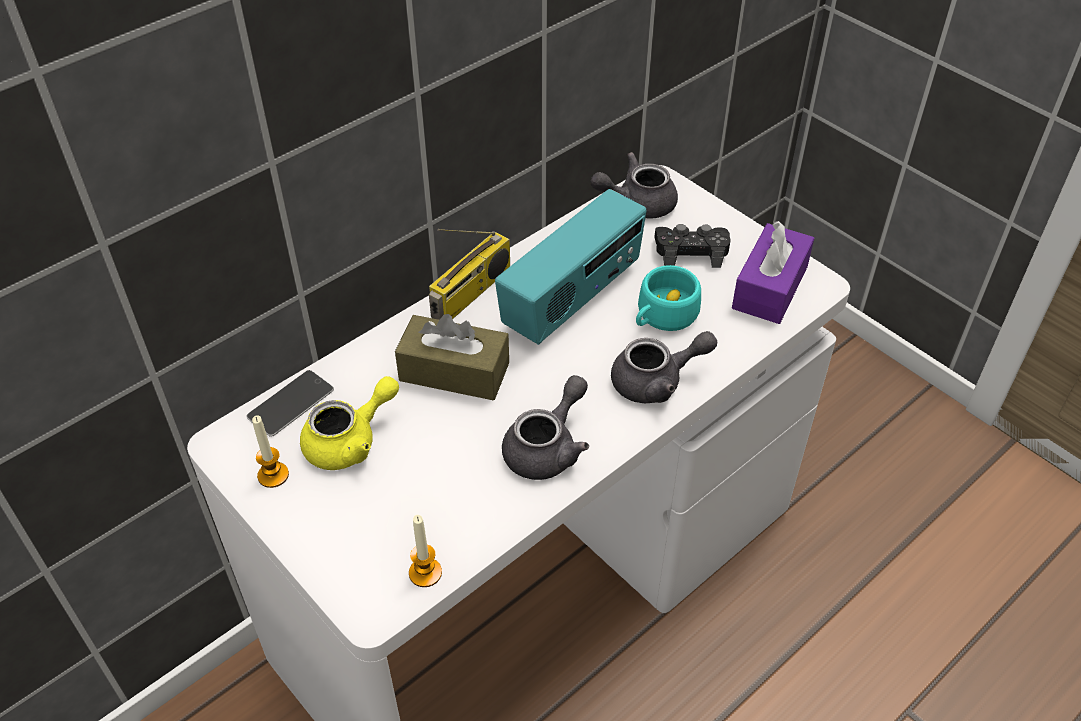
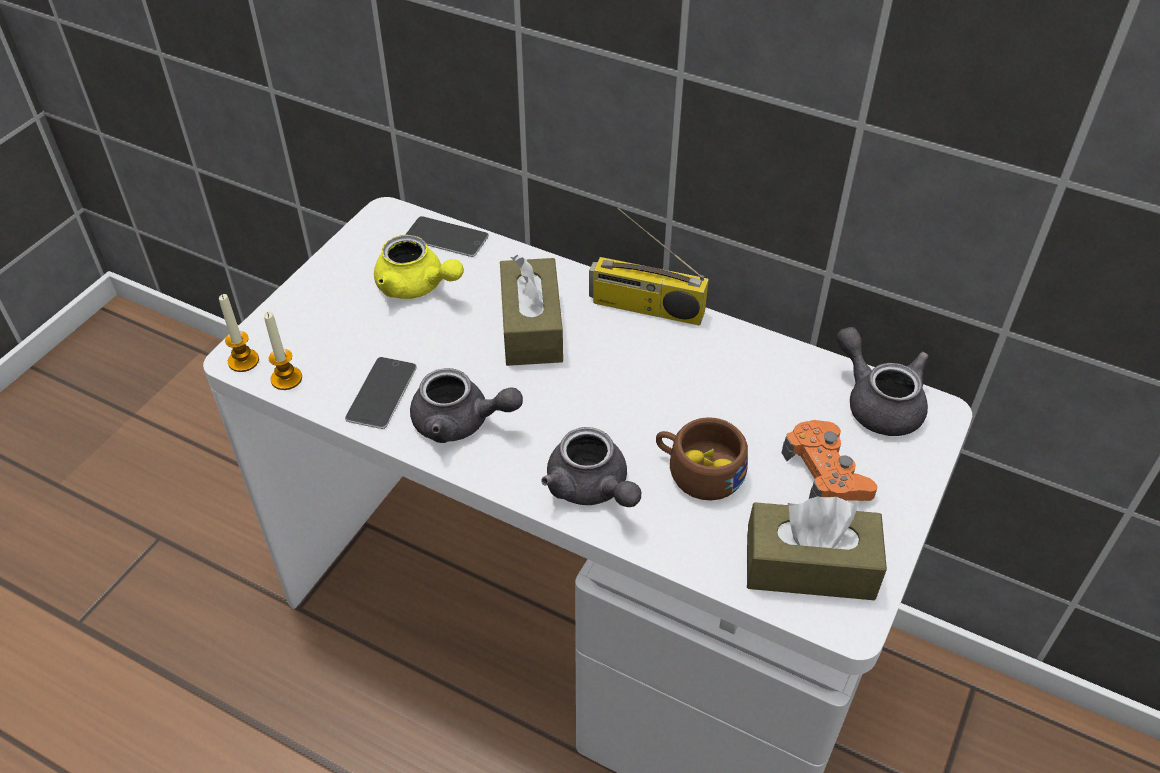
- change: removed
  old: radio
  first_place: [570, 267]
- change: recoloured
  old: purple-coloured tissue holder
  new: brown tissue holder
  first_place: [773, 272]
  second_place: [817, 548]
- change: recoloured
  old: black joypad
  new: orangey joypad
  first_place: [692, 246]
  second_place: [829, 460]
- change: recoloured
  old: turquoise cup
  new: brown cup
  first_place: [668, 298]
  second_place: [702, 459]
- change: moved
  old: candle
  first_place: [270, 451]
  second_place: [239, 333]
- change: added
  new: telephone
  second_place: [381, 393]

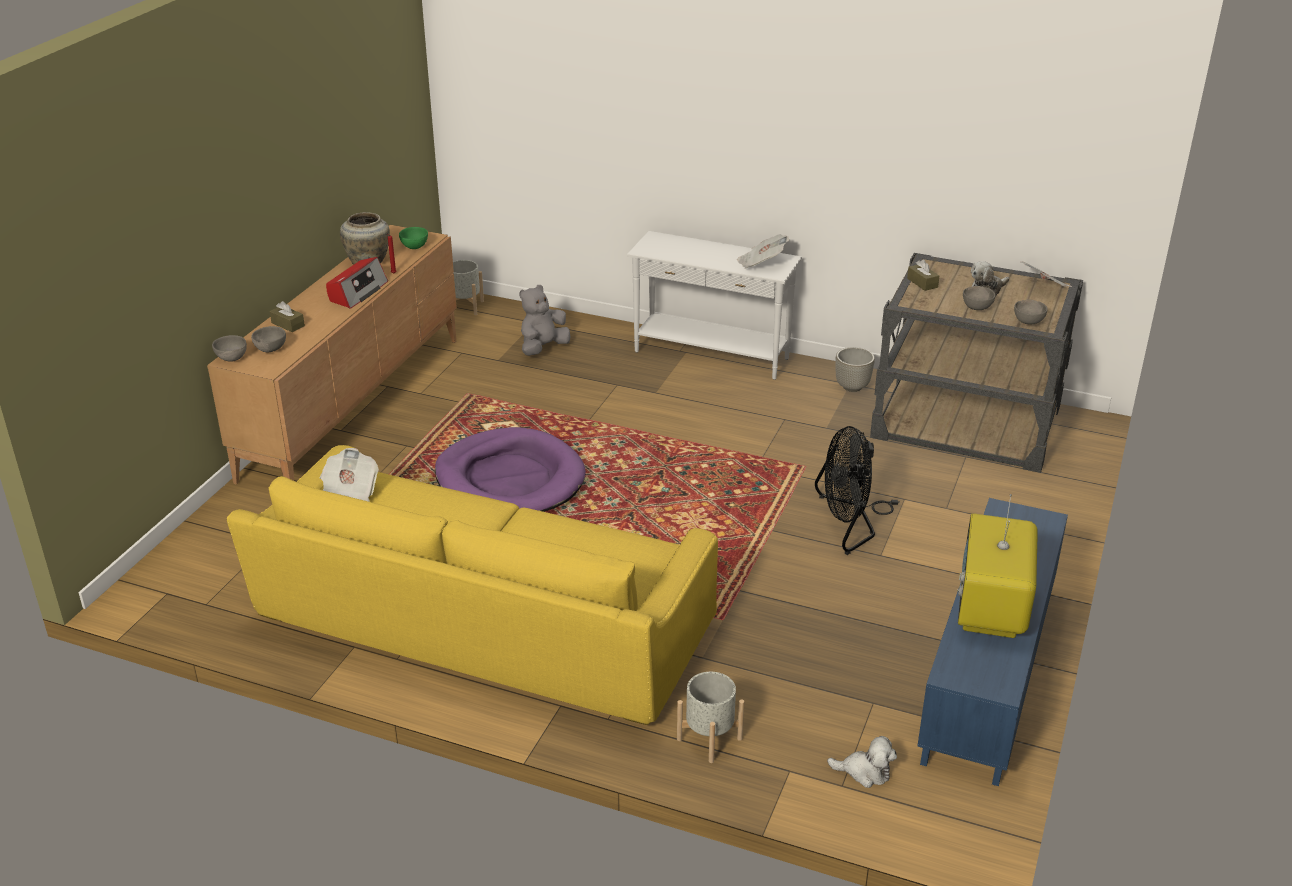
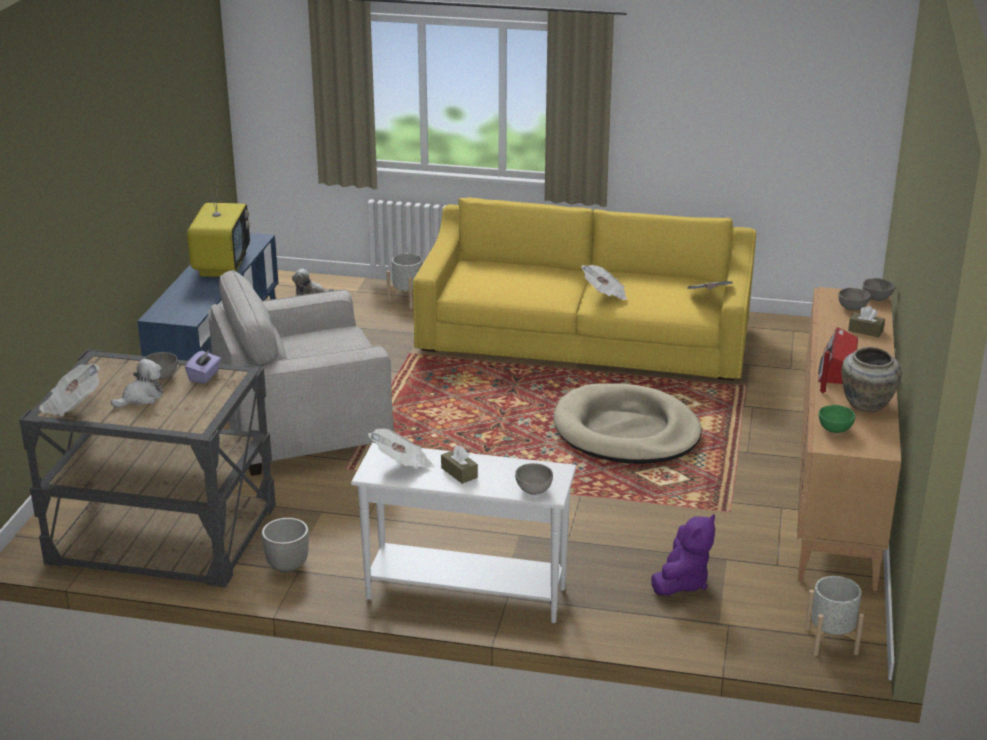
- change: moved
  old: brown tissue holder
  first_place: [923, 275]
  second_place: [459, 464]
- change: recoloured
  old: gray plush toy
  new: purple-coloured plush toy
  first_place: [545, 320]
  second_place: [683, 555]
- change: moved
  old: gray serving bowl
  first_place: [1031, 312]
  second_place: [534, 479]
- change: replaced
  old: black cooling fan
  new: gray armchair
  first_place: [857, 490]
  second_place: [301, 373]
- change: recoloured
  old: purple-coloured dog cushion
  new: beige dog cushion
  first_place: [510, 469]
  second_place: [628, 423]
- change: added
  new: printed paper
  second_place: [604, 282]
- change: added
  new: purple-coloured tissue holder
  second_place: [203, 367]

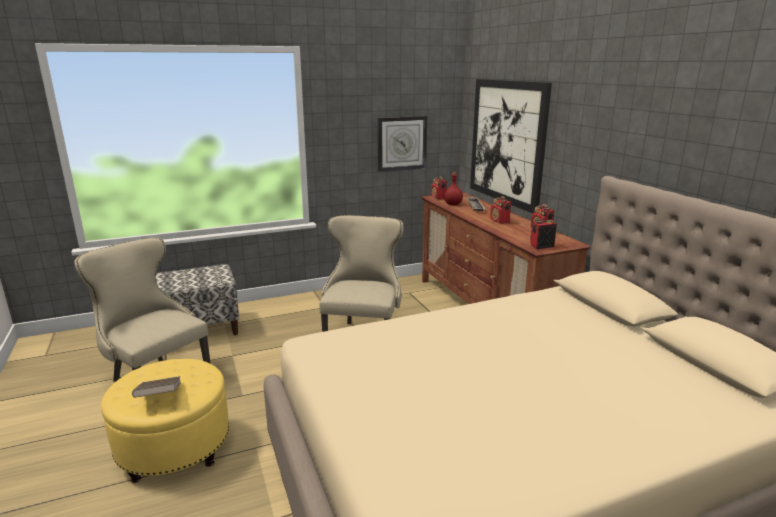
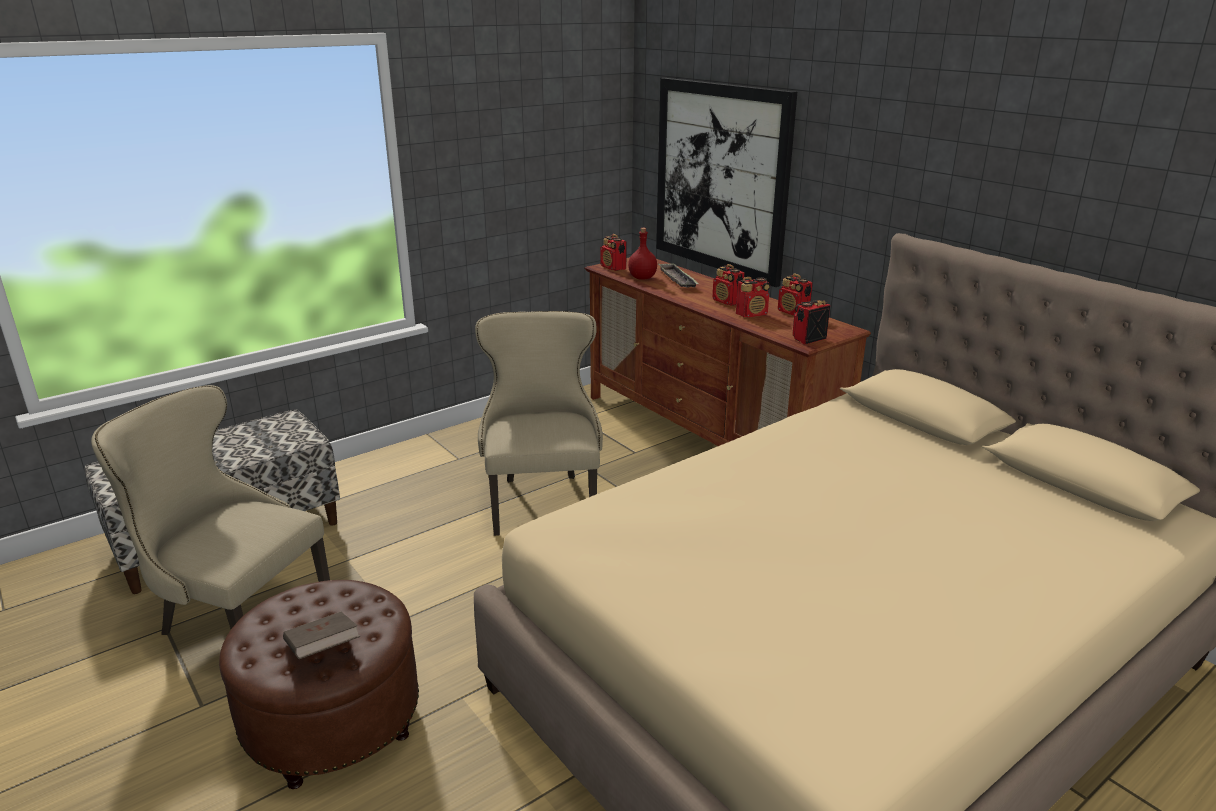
- change: removed
  old: wall clock
  first_place: [402, 144]
- change: recoloured
  old: yellowish pouffe
  new: brown pouffe
  first_place: [165, 421]
  second_place: [319, 684]
- change: added
  new: radio
  second_place: [753, 297]

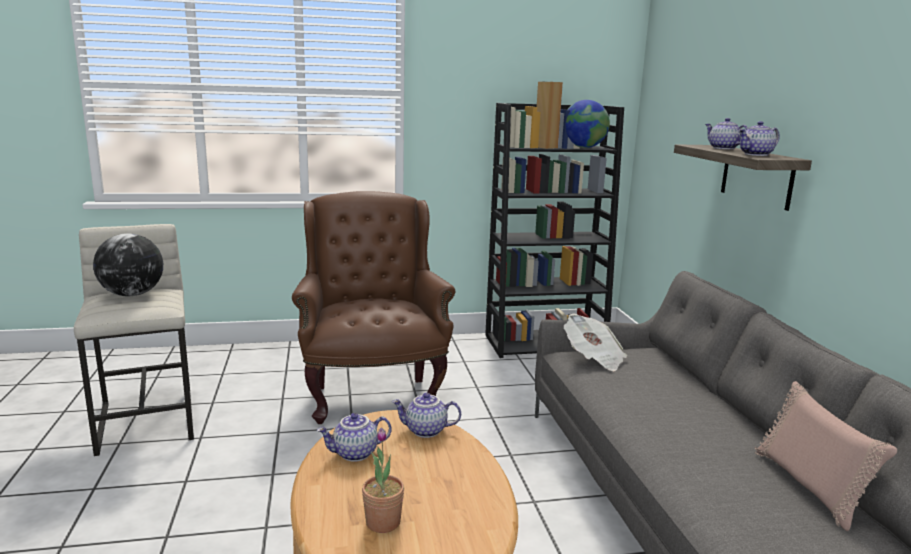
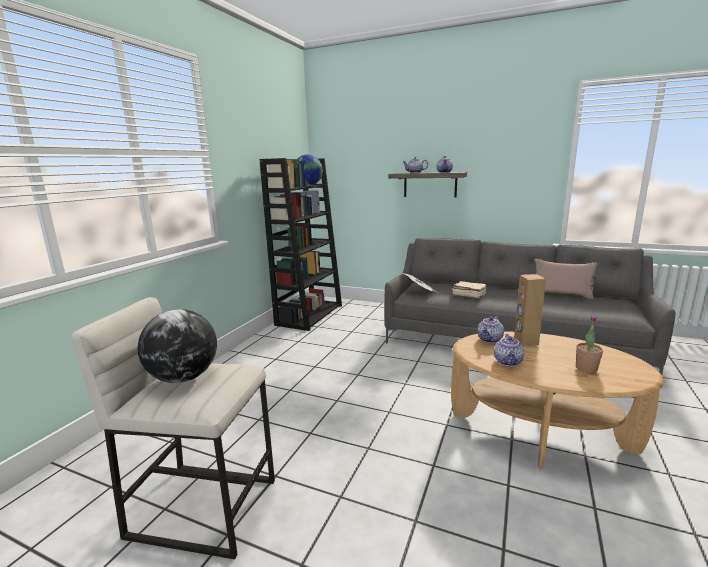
- change: moved
  old: brown speaker
  first_place: [550, 115]
  second_place: [530, 310]
- change: removed
  old: brown armchair
  first_place: [373, 307]
- change: added
  new: beige volume
  second_place: [470, 290]

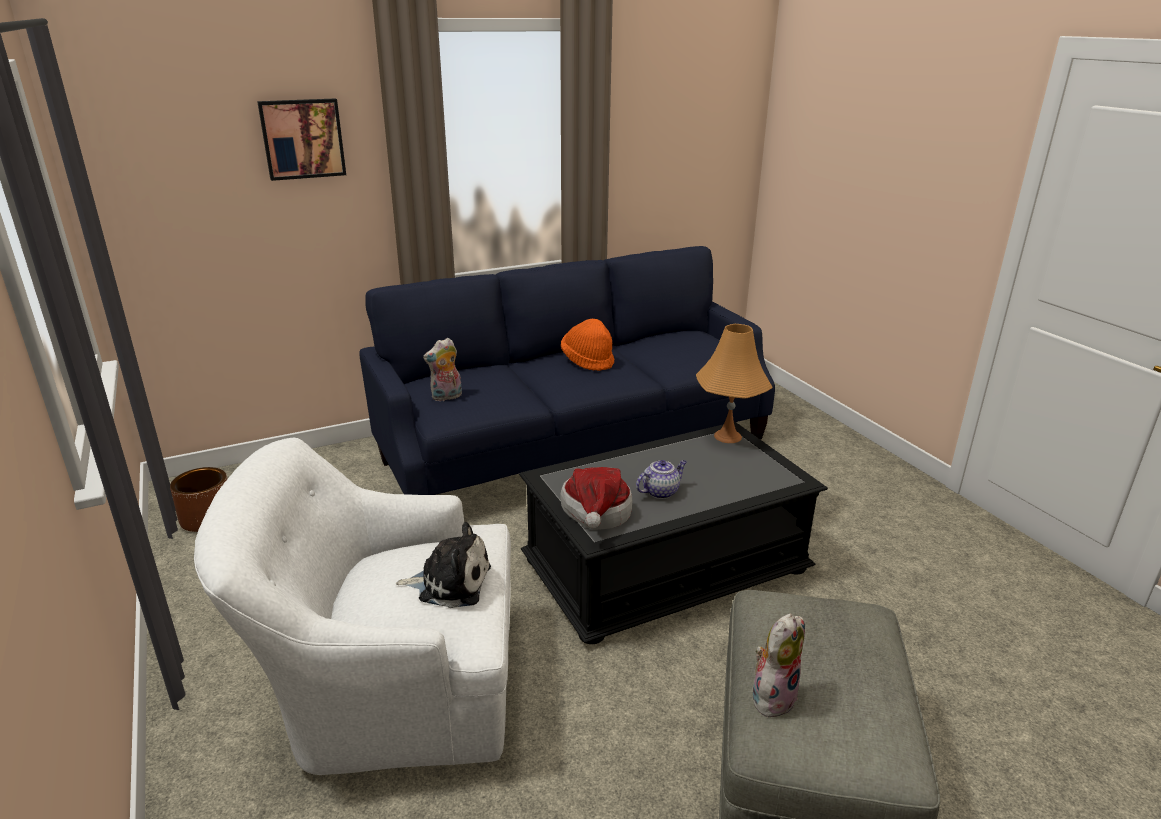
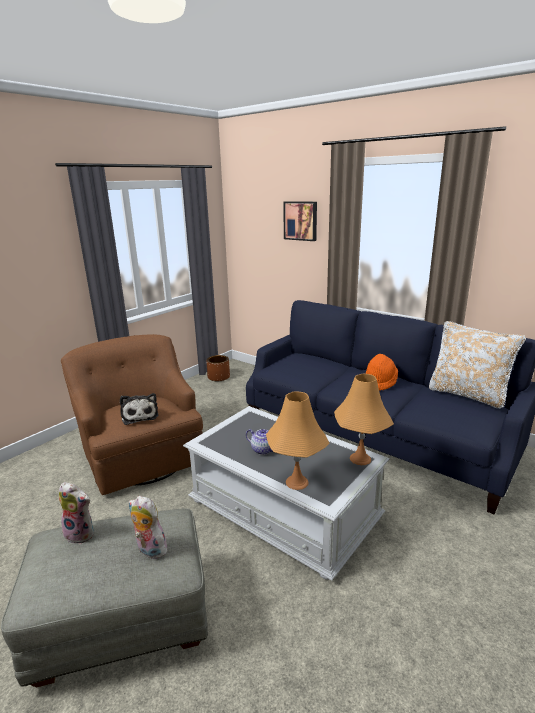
- change: moved
  old: plush toy
  first_place: [442, 370]
  second_place: [148, 527]
- change: recoloured
  old: black low table
  new: whitish low table
  first_place: [673, 533]
  second_place: [286, 493]
- change: recoloured
  old: whitish armchair
  new: brown armchair
  first_place: [352, 606]
  second_place: [132, 414]
- change: removed
  old: wearable hat
  first_place: [596, 498]
- change: added
  new: whitish throw pillow
  second_place: [477, 365]
- change: added
  new: orangey tabletop lamp
  second_place: [298, 440]

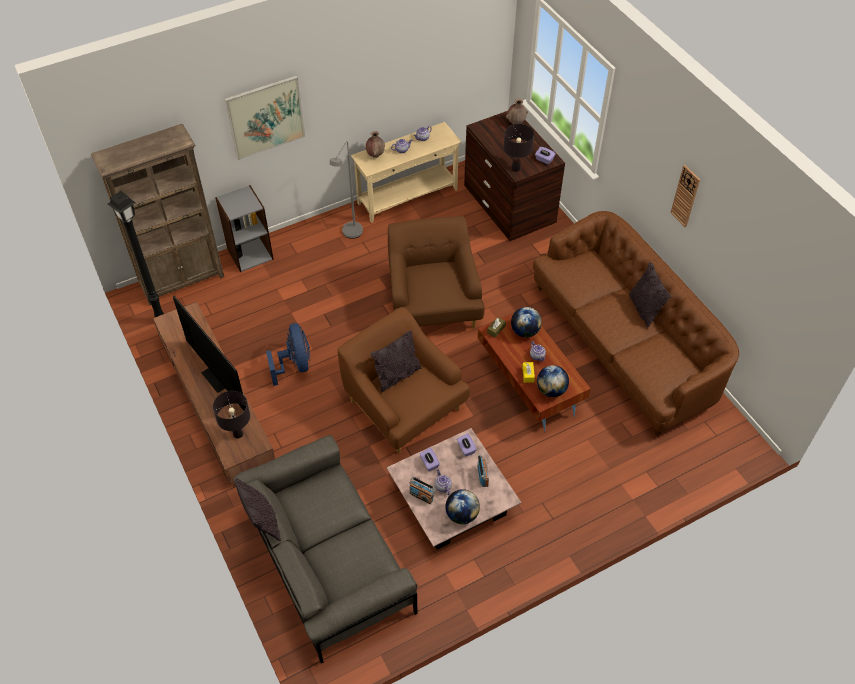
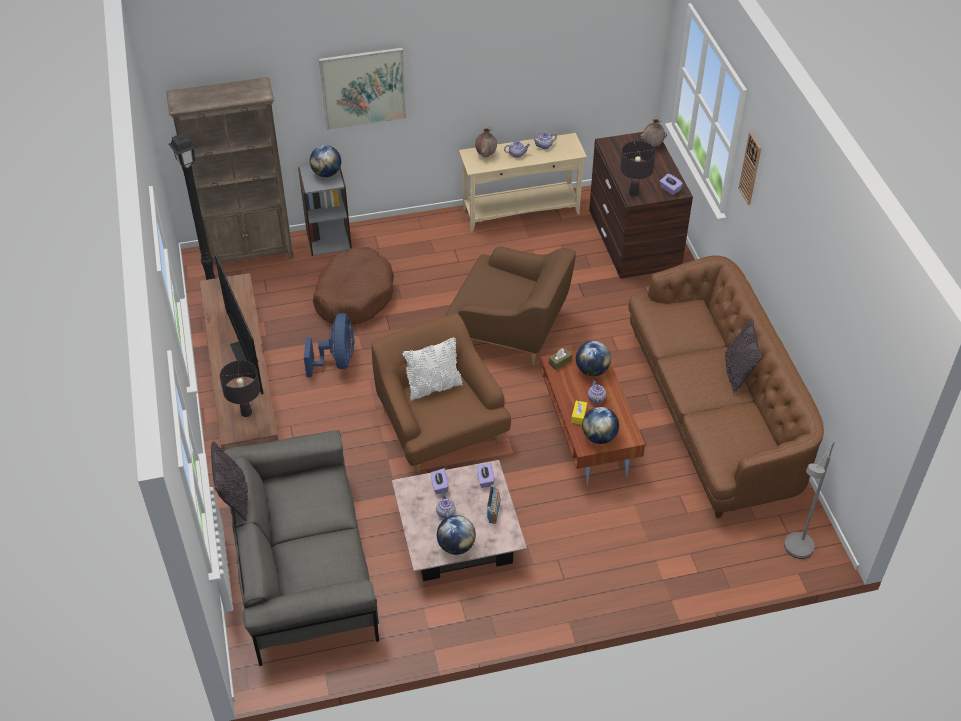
- change: moved
  old: gray floor lamp
  first_place: [346, 190]
  second_place: [809, 500]
- change: moved
  old: wall clock
  first_place: [685, 196]
  second_place: [749, 168]
- change: turned
  old: brown armchair
  first_place: [436, 272]
  second_place: [510, 306]
  degrees: 105
- change: recoloured
  old: black throw pillow
  new: whitish throw pillow
  first_place: [396, 361]
  second_place: [432, 369]
- change: removed
  old: radio
  first_place: [422, 490]
- change: added
  new: globe
  second_place: [325, 161]
- change: added
  new: brown dog cushion
  second_place: [353, 285]

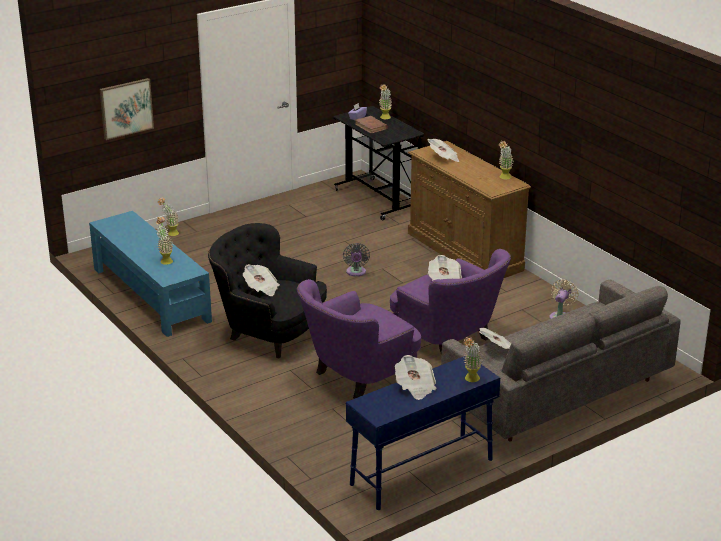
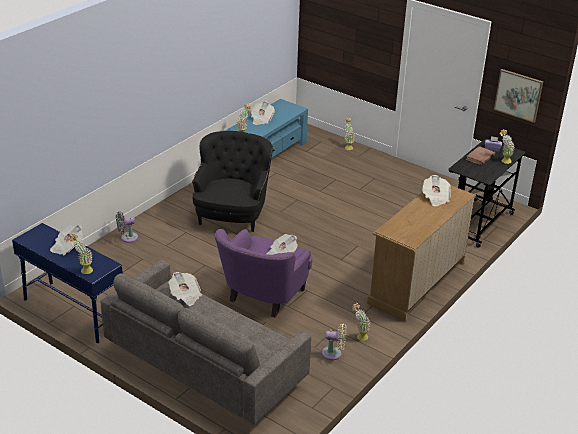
- change: moved
  old: picture
  first_place: [127, 109]
  second_place: [518, 96]
- change: moved
  old: houseplant
  first_place: [505, 159]
  second_place: [361, 322]
- change: moved
  old: gray cooling fan
  first_place: [356, 259]
  second_place: [127, 227]
- change: moved
  old: printed paper
  first_place: [261, 280]
  second_place: [263, 113]
- change: removed
  old: purple-coloured armchair
  first_place: [359, 339]

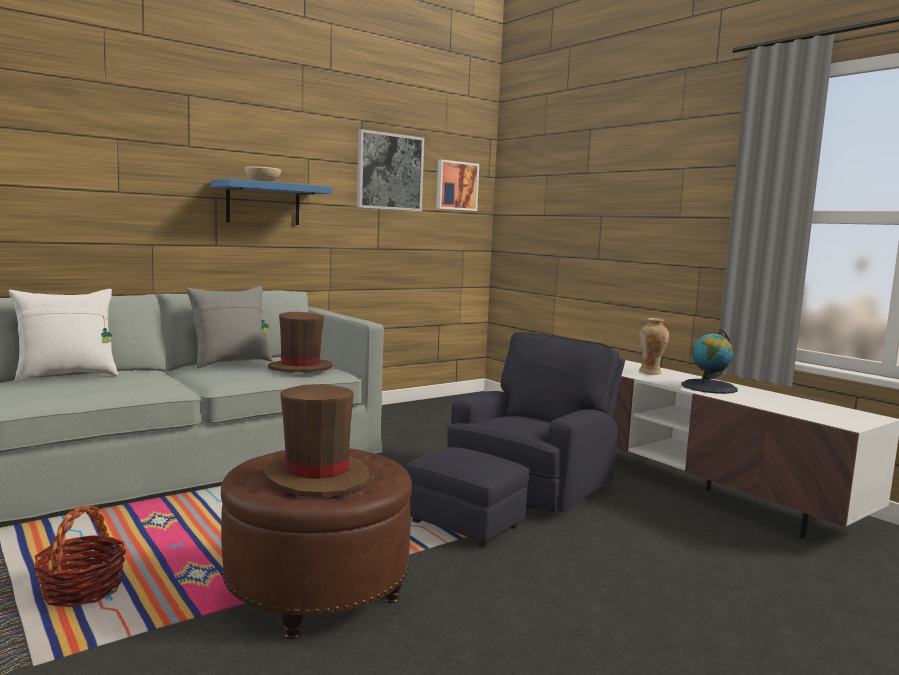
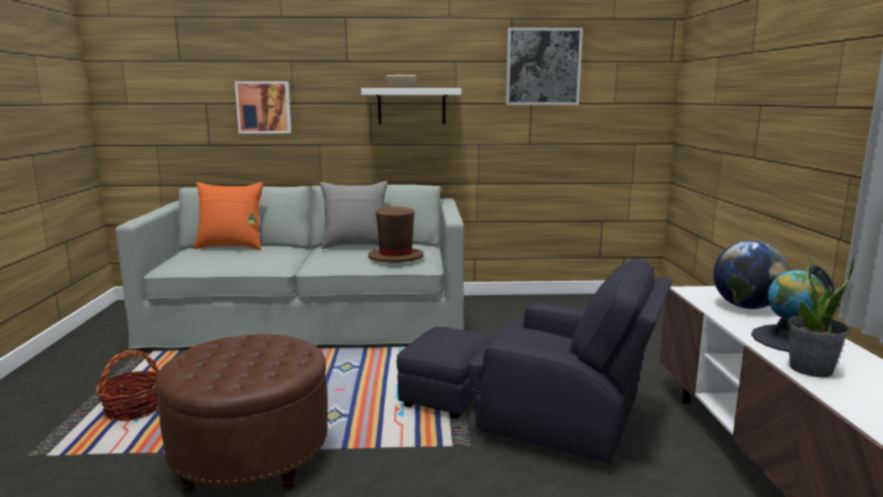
- change: moved
  old: picture
  first_place: [457, 185]
  second_place: [263, 107]
- change: recoloured
  old: blue bracket shelf
  new: whitish bracket shelf
  first_place: [272, 201]
  second_place: [411, 106]
- change: recoloured
  old: whitish throw pillow
  new: orangey throw pillow
  first_place: [63, 335]
  second_place: [228, 216]
- change: replaced
  old: decorative vase
  new: globe
  first_place: [654, 346]
  second_place: [751, 275]
- change: turned
  old: black armchair
  first_place: [515, 440]
  second_place: [534, 360]
  degrees: 45
- change: removed
  old: brown wearable hat
  first_place: [317, 440]
- change: added
  new: houseplant
  second_place: [820, 315]

